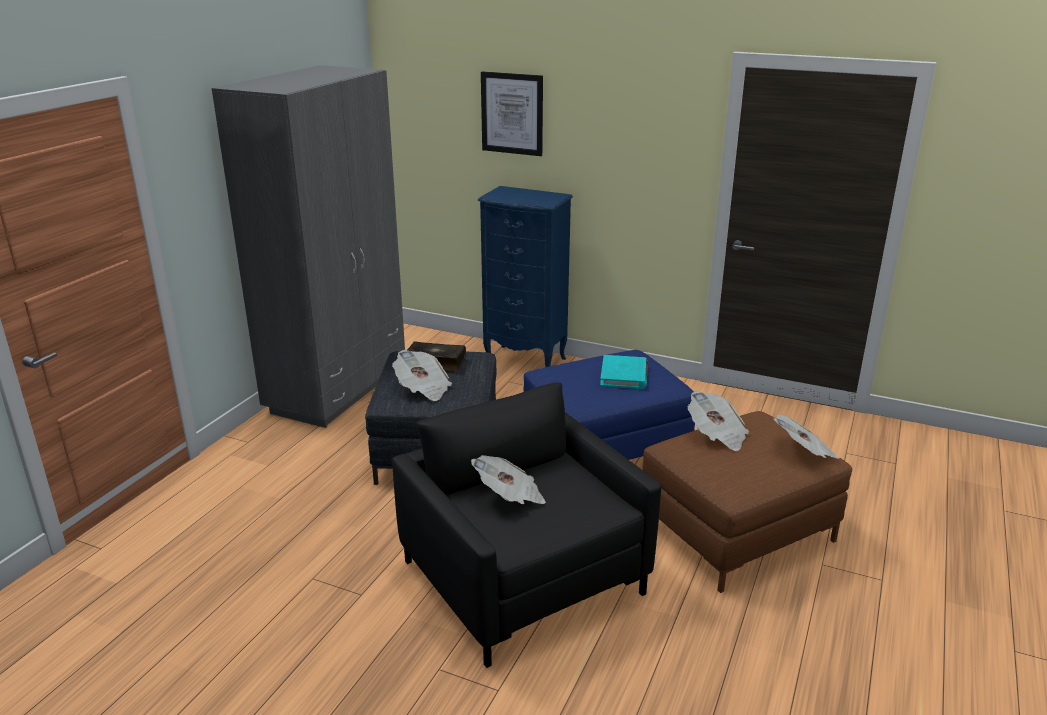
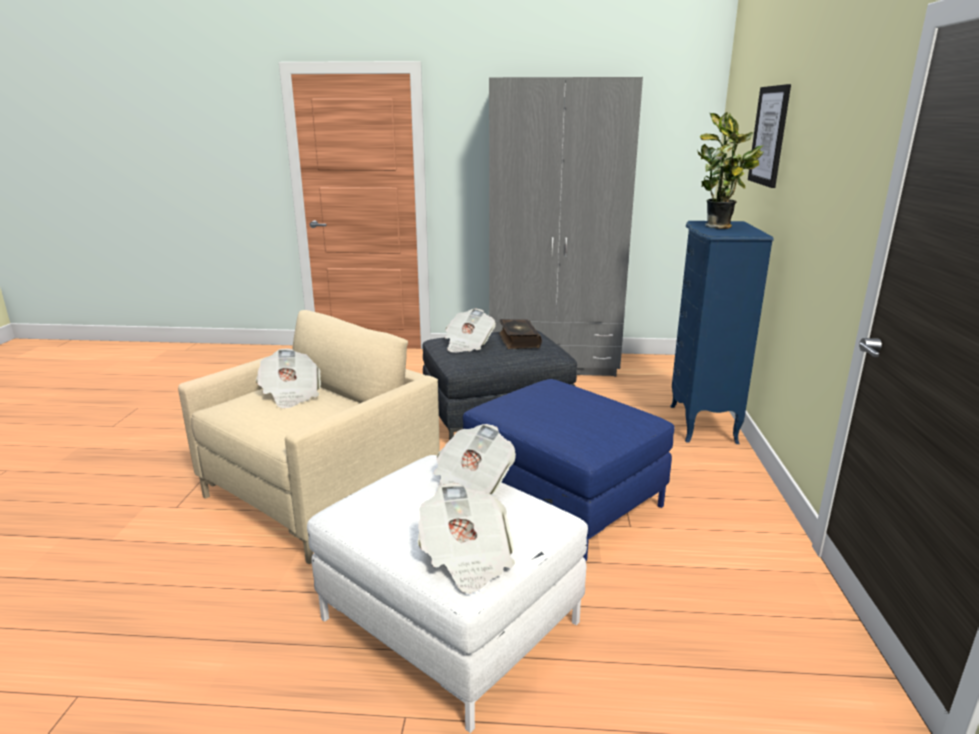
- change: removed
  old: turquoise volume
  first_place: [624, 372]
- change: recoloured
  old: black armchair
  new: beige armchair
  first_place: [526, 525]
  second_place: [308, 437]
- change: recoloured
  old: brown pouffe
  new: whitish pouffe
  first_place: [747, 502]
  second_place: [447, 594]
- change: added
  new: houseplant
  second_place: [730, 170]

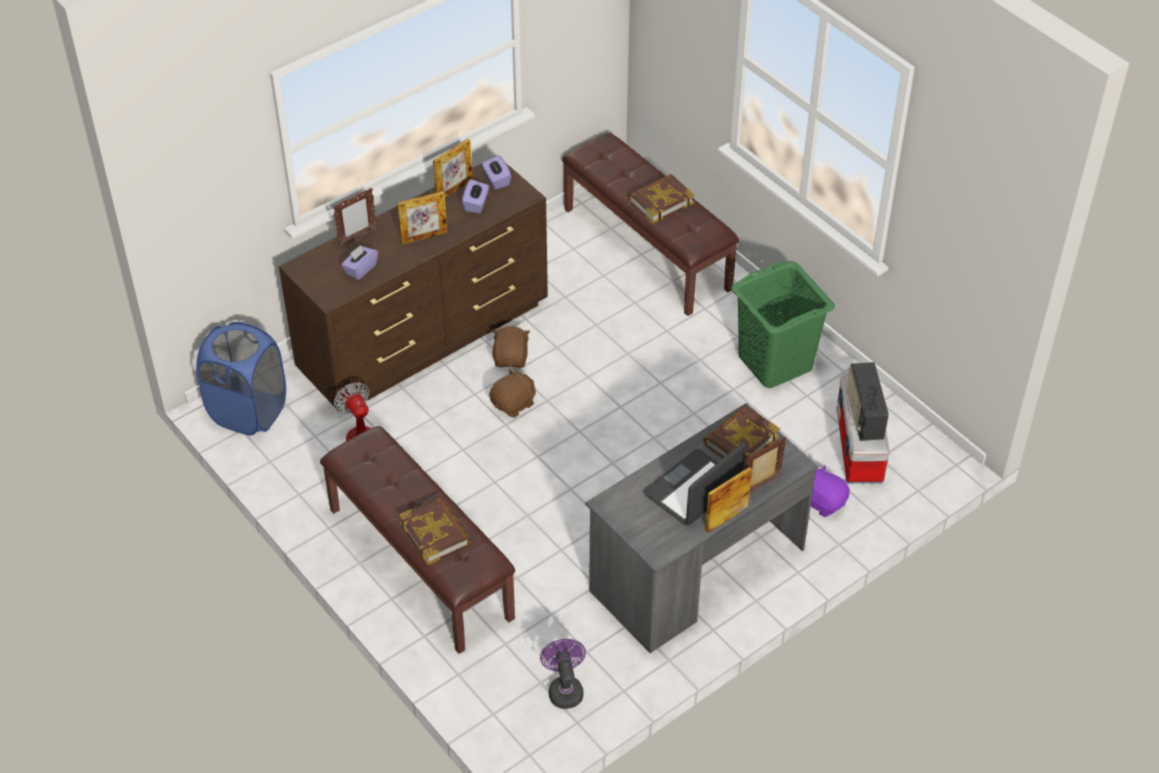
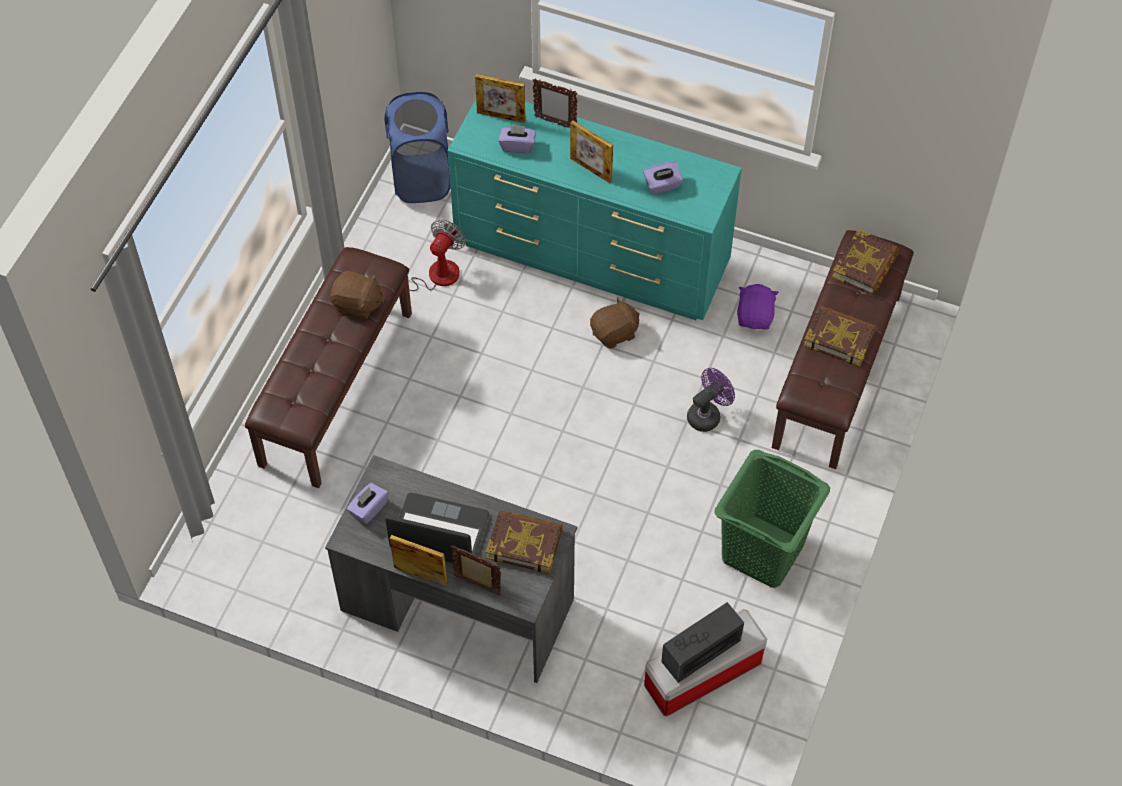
- change: moved
  old: photo frame
  first_place: [453, 168]
  second_place: [500, 98]
- change: recoloured
  old: brown chest of drawers
  new: turquoise chest of drawers
  first_place: [413, 283]
  second_place: [595, 209]
- change: moved
  old: purple-coloured tissue holder
  first_place: [496, 172]
  second_place: [368, 503]
- change: moved
  old: brown plush toy
  first_place: [512, 393]
  second_place: [357, 295]
- change: moved
  old: purple-coloured plush toy
  first_place: [830, 491]
  second_place: [758, 306]
- change: moved
  old: volume
  first_place: [435, 531]
  second_place: [865, 262]
- change: moved
  old: purple-coloured cooling fan
  first_place: [563, 674]
  second_place: [711, 400]

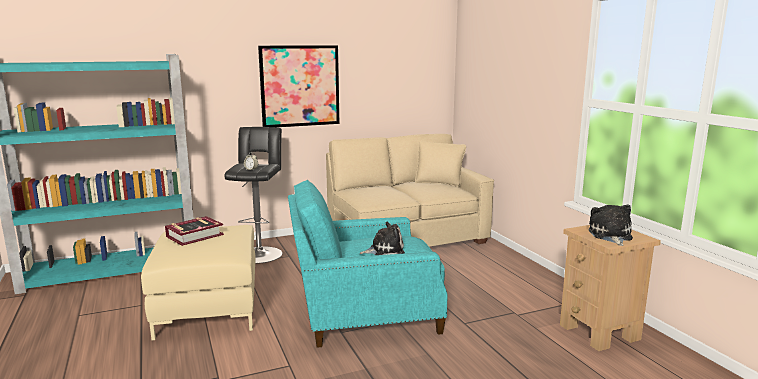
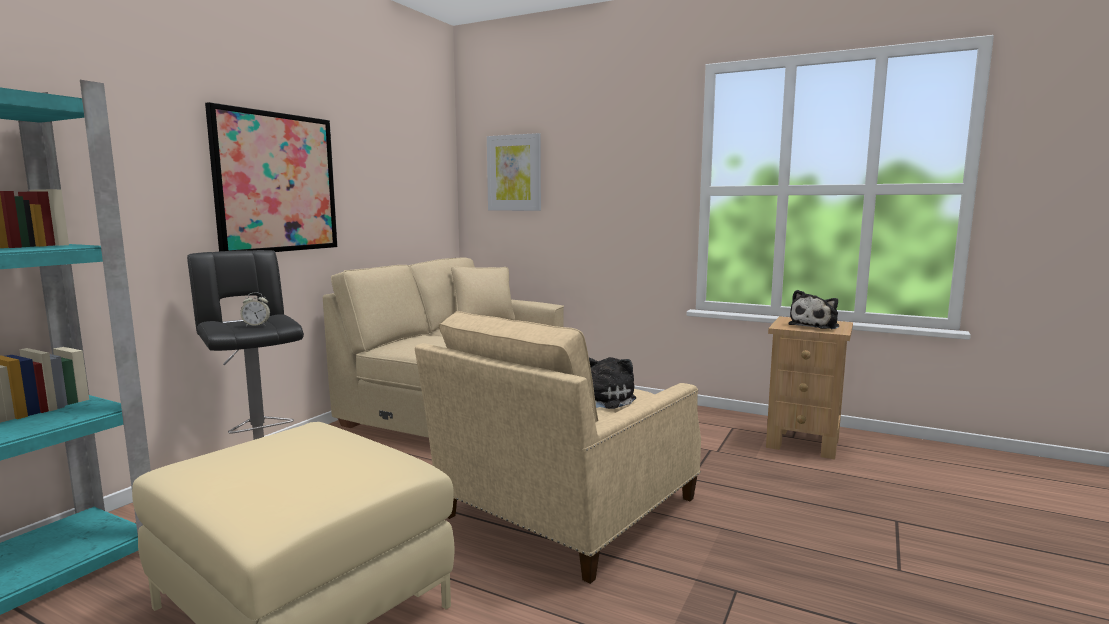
- change: recoloured
  old: turquoise armchair
  new: beige armchair
  first_place: [368, 264]
  second_place: [558, 447]
- change: turned
  old: plush toy
  first_place: [611, 225]
  second_place: [813, 310]
  degrees: -105
- change: removed
  old: volume
  first_place: [194, 231]
- change: added
  new: picture
  second_place: [514, 172]

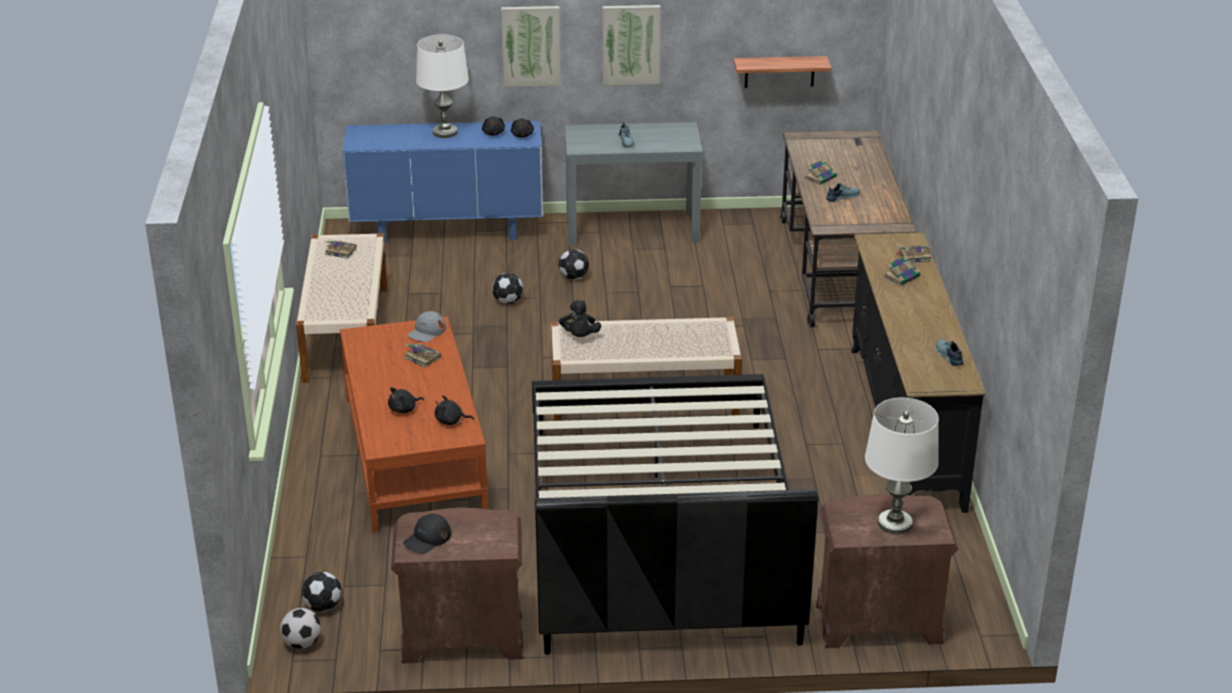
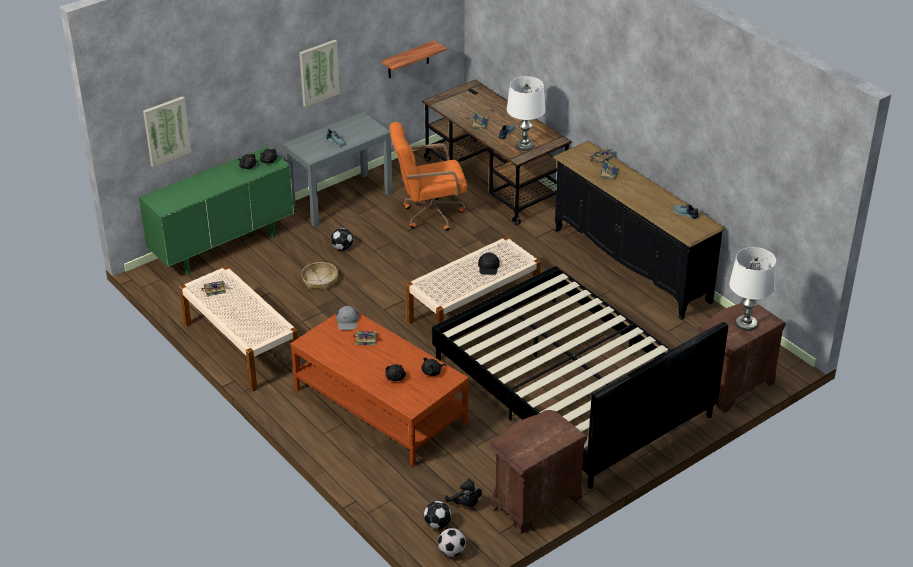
- change: moved
  old: picture
  first_place: [531, 46]
  second_place: [167, 131]
- change: moved
  old: whitish tabletop lamp
  first_place: [442, 86]
  second_place: [526, 113]
- change: recoloured
  old: blue chest of drawers
  new: green-coloured chest of drawers
  first_place: [443, 182]
  second_place: [216, 210]
- change: replaced
  old: football
  new: storage basket
  first_place: [507, 288]
  second_place: [319, 276]
- change: moved
  old: black plush toy
  first_place: [580, 318]
  second_place: [463, 493]
- change: moved
  old: black cap
  first_place: [427, 534]
  second_place: [489, 263]
- change: added
  new: orangey computer chair
  second_place: [428, 176]

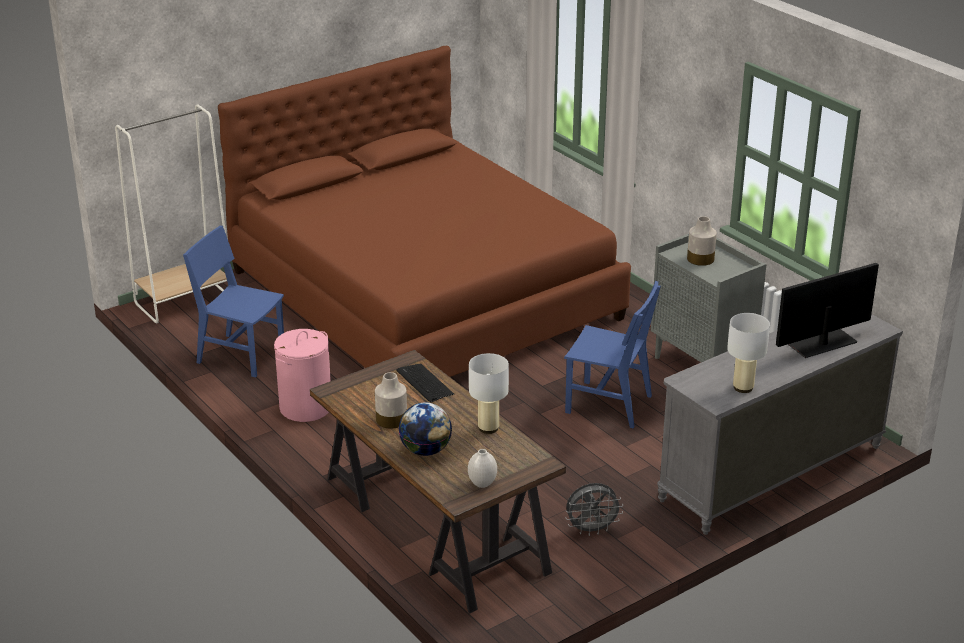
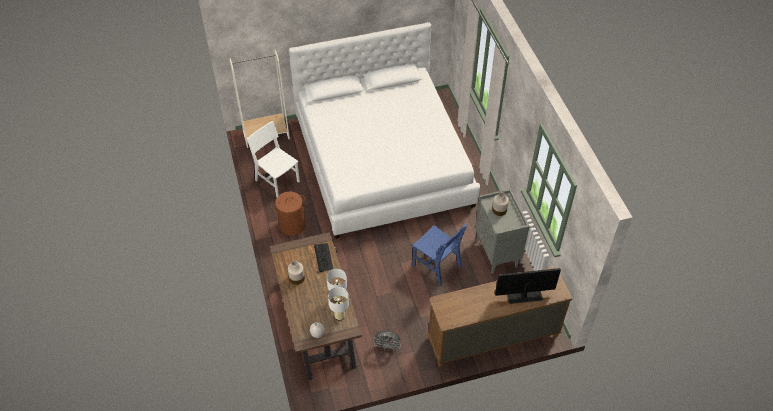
- change: recoloured
  old: brown bed
  new: whitish bed
  first_place: [424, 211]
  second_place: [384, 130]
- change: recoloured
  old: blue upright chair
  new: whitish upright chair
  first_place: [233, 301]
  second_place: [273, 159]
- change: moved
  old: whitish tabletop lamp
  first_place: [748, 353]
  second_place: [338, 304]
- change: recoloured
  old: gray chest of drawers
  new: brown chest of drawers
  first_place: [780, 424]
  second_place: [500, 317]
- change: recoloured
  old: pink-coloured laundry basket
  new: brown laundry basket
  first_place: [302, 375]
  second_place: [289, 214]
- change: removed
  old: globe
  first_place: [425, 429]

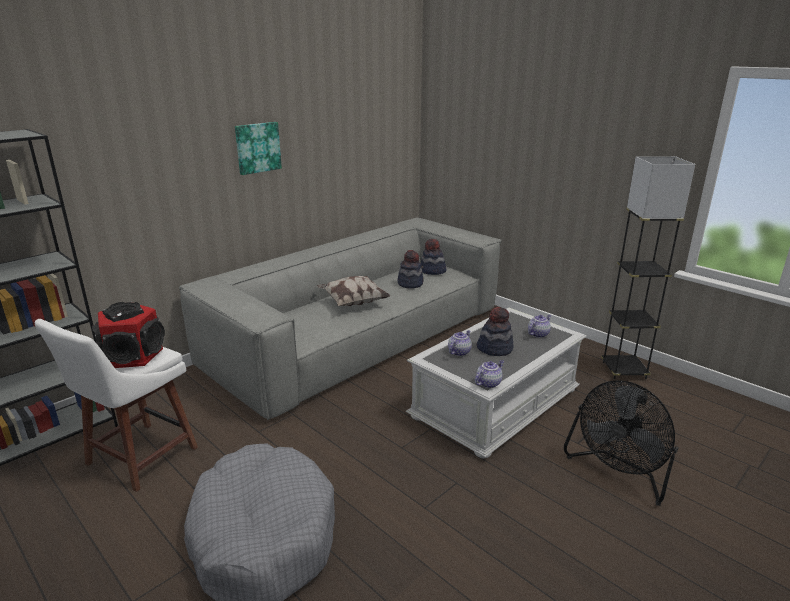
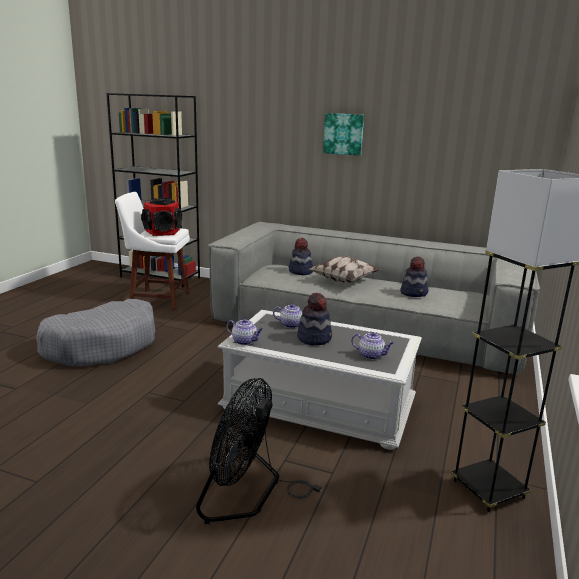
- change: moved
  old: wearable hat
  first_place: [433, 257]
  second_place: [301, 256]

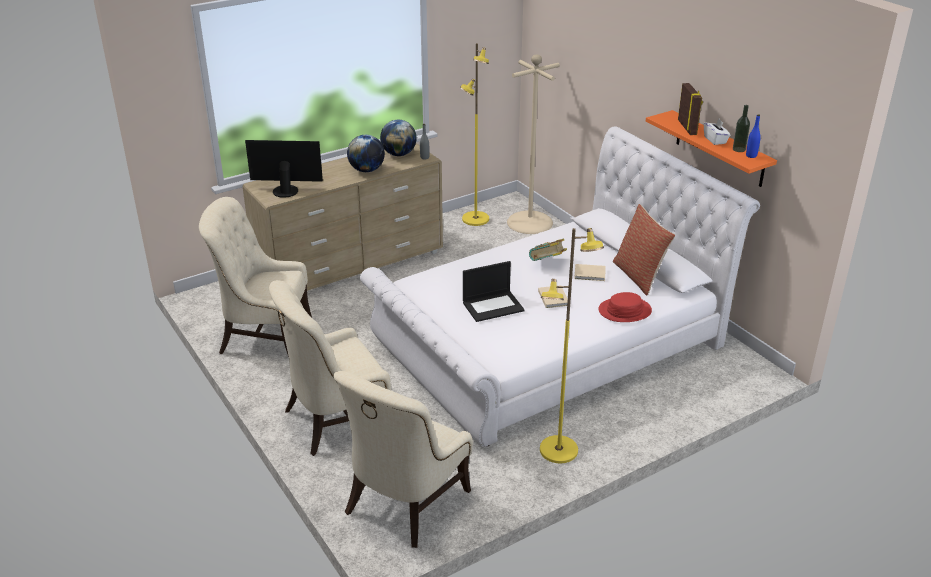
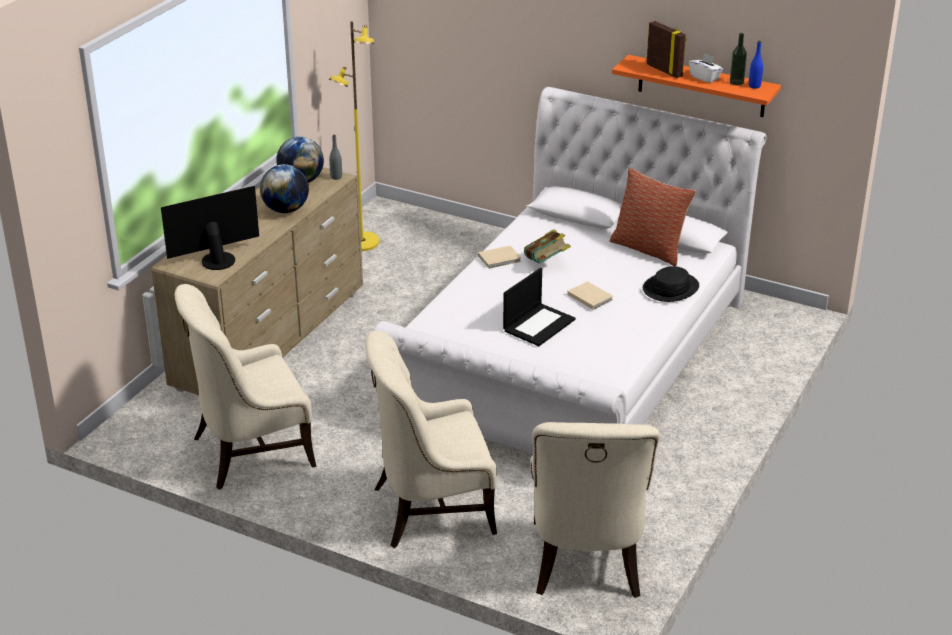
- change: removed
  old: beige garment rack
  first_place: [533, 144]
- change: removed
  old: yellowish floor lamp
  first_place: [572, 345]
- change: moved
  old: beige volume
  first_place: [590, 272]
  second_place: [499, 257]
- change: turned
  old: beige armchair
  first_place: [330, 368]
  second_place: [431, 439]
  degrees: 45
- change: recoloured
  old: reddish wearable hat
  new: black wearable hat
  first_place: [625, 307]
  second_place: [671, 284]

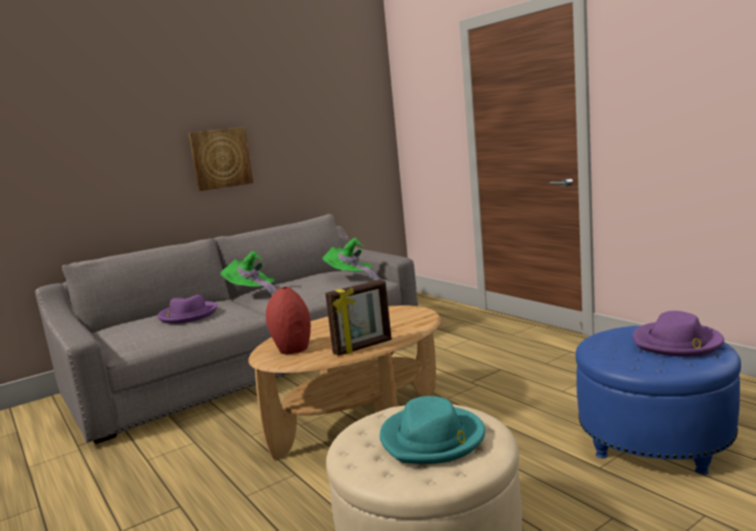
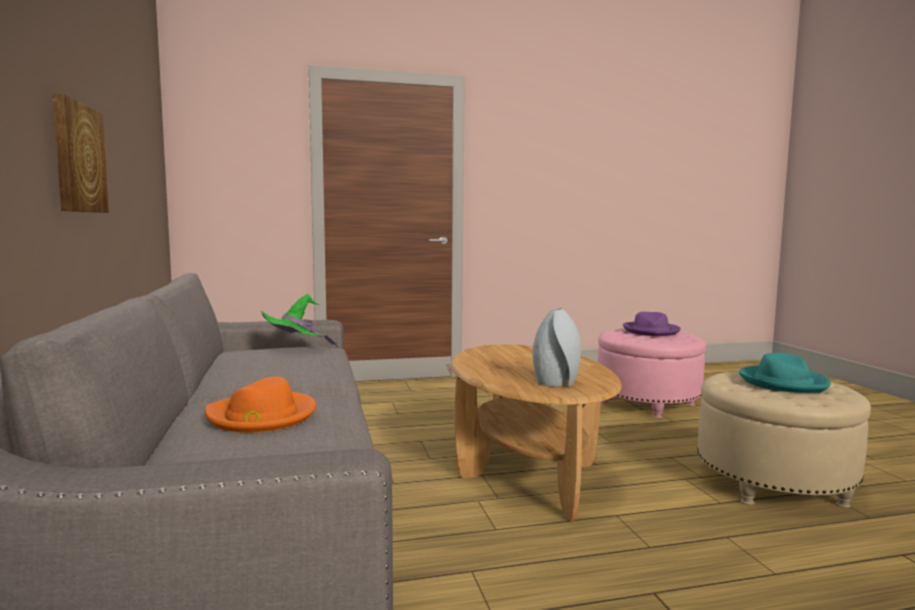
- change: removed
  old: green-coloured wearable hat
  first_place: [249, 272]
- change: removed
  old: photo frame
  first_place: [358, 318]
- change: recoloured
  old: reddish decorative vase
  new: gray decorative vase
  first_place: [288, 320]
  second_place: [556, 347]
- change: recoloured
  old: purple-coloured wearable hat
  new: orangey wearable hat
  first_place: [187, 309]
  second_place: [260, 404]
- change: recoloured
  old: blue pouffe
  new: pink-coloured pouffe
  first_place: [658, 400]
  second_place: [651, 373]

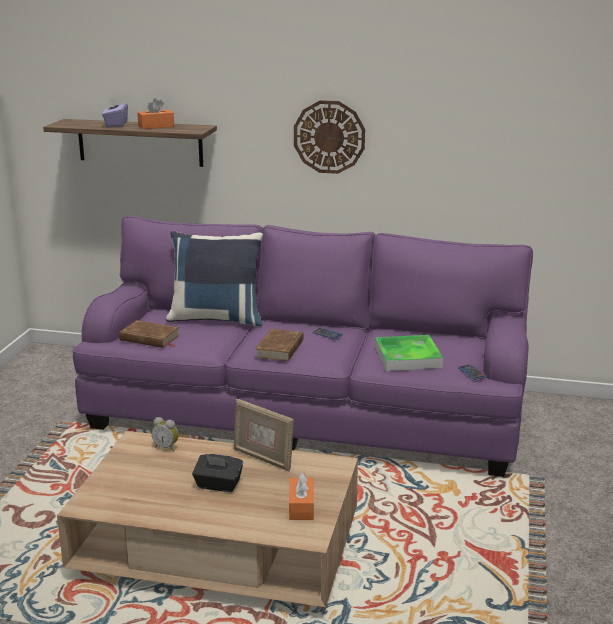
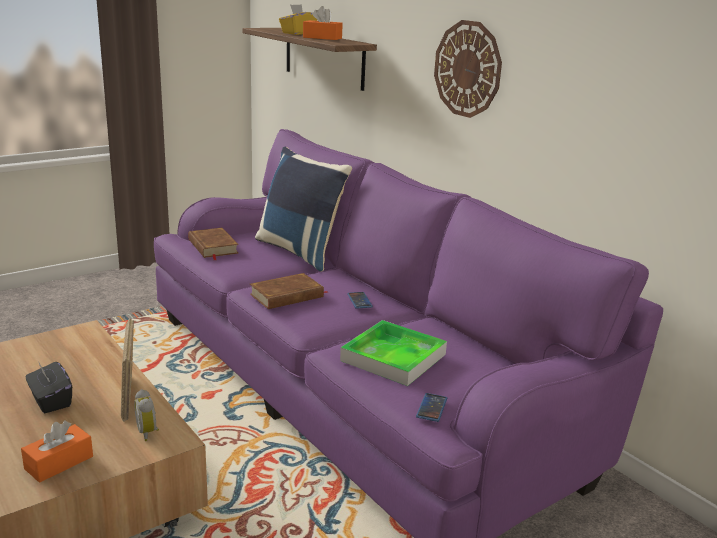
- change: recoloured
  old: purple-coloured tissue holder
  new: yellowish tissue holder
  first_place: [115, 112]
  second_place: [298, 19]
- change: moved
  old: bedside clock
  first_place: [165, 434]
  second_place: [146, 415]

